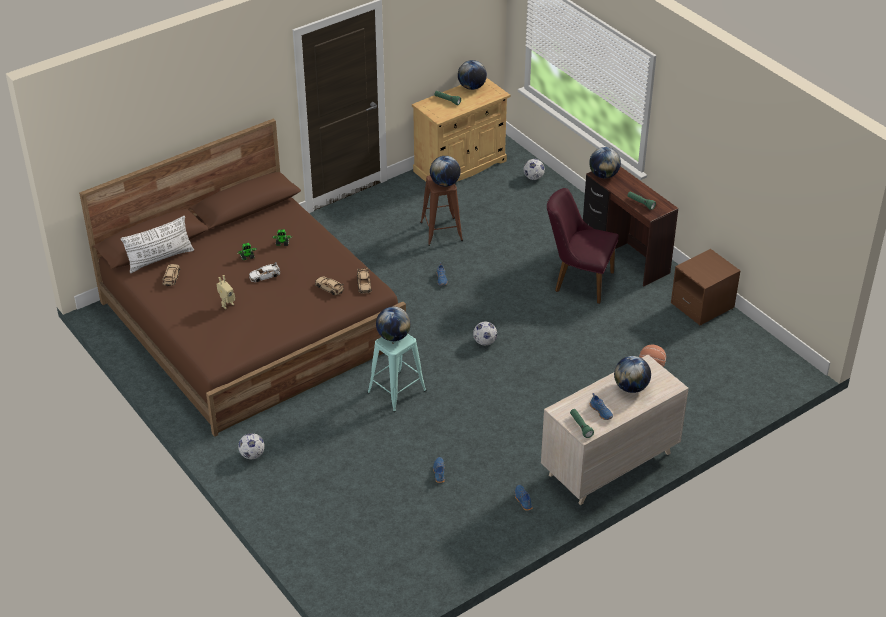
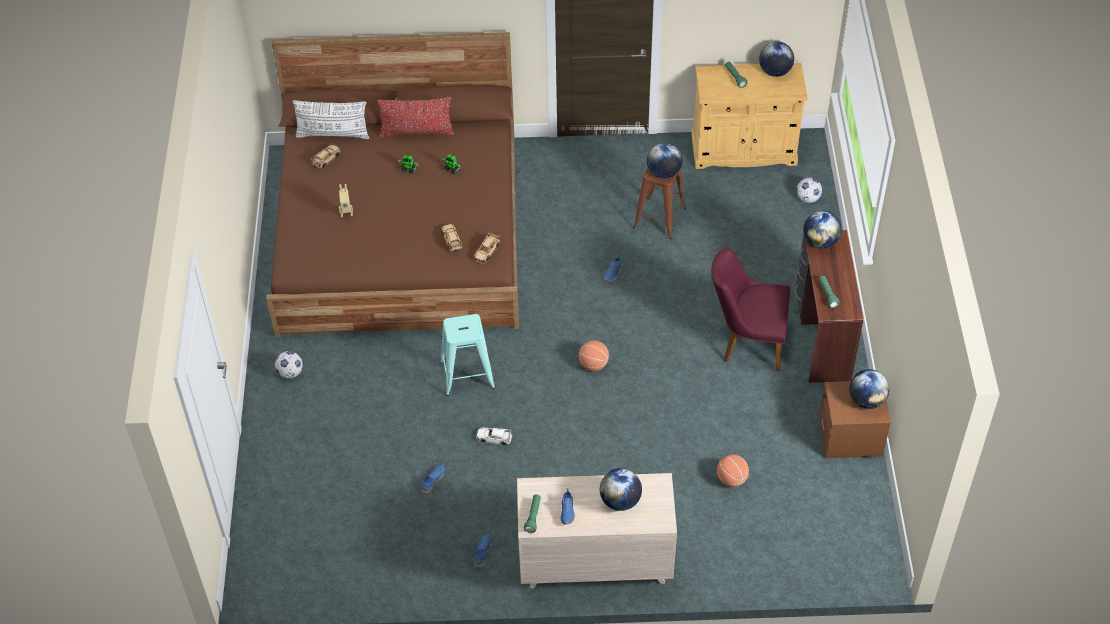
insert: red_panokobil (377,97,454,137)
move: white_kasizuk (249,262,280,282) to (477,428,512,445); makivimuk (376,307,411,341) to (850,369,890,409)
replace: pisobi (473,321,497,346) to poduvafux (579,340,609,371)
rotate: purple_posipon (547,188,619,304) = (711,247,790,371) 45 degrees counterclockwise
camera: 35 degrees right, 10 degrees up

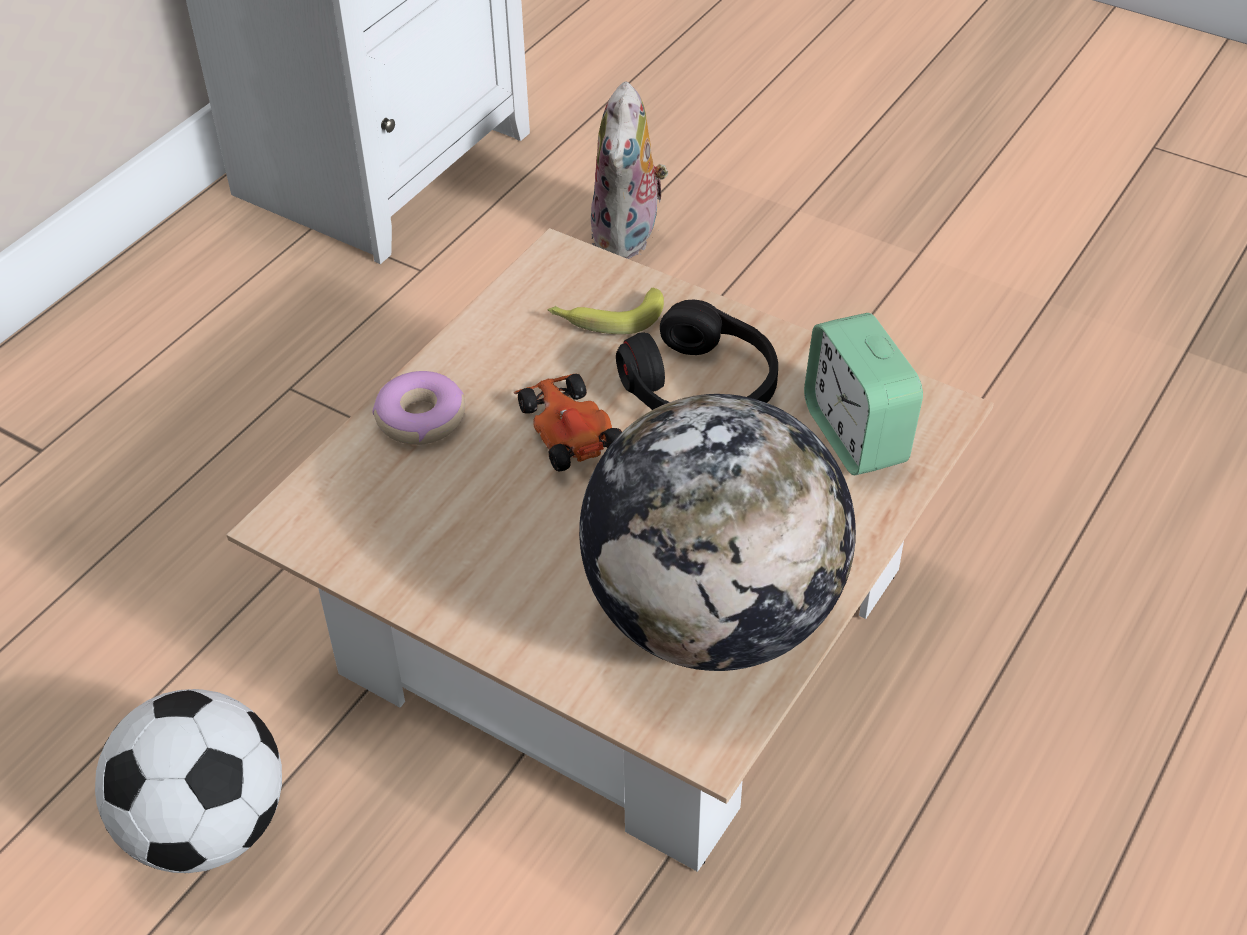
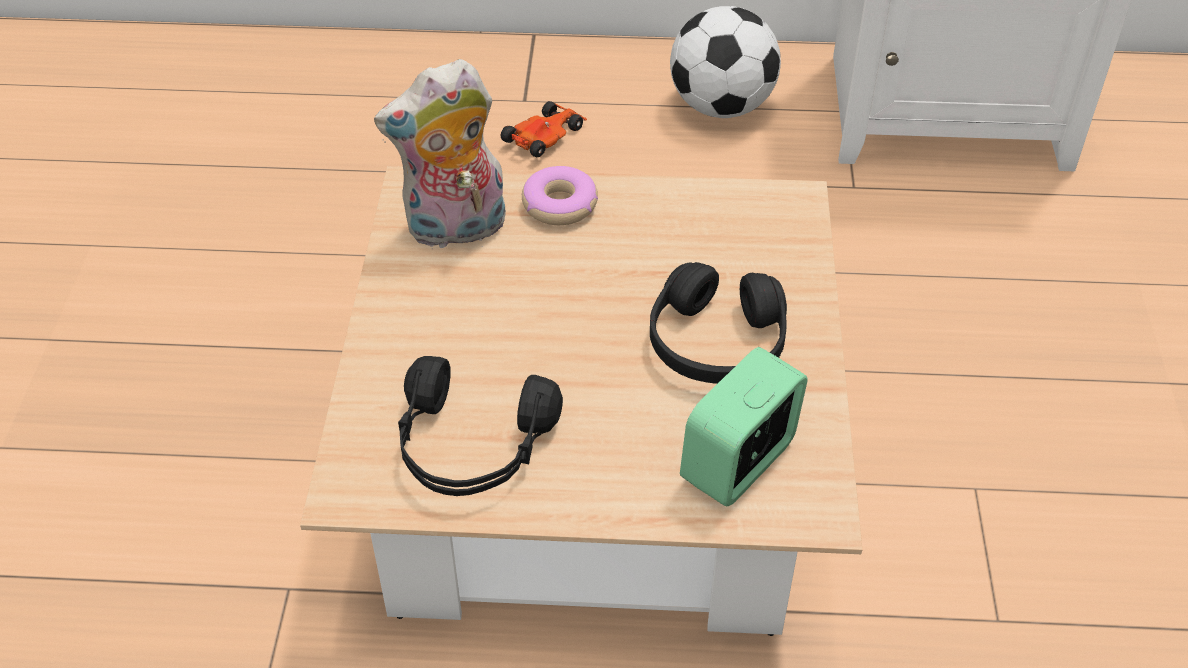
delete: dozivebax (548,288,664,334)
move: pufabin (591,81,668,259) to (374,59,506,249); kasizuk (514,373,622,472) to (501,101,587,157); pisobi (95,689,282,873) to (670,6,781,118)
replace: makivimuk (579,394,856,671) to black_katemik (398,356,563,496)
camera: 60 degrees right, 0 degrees up

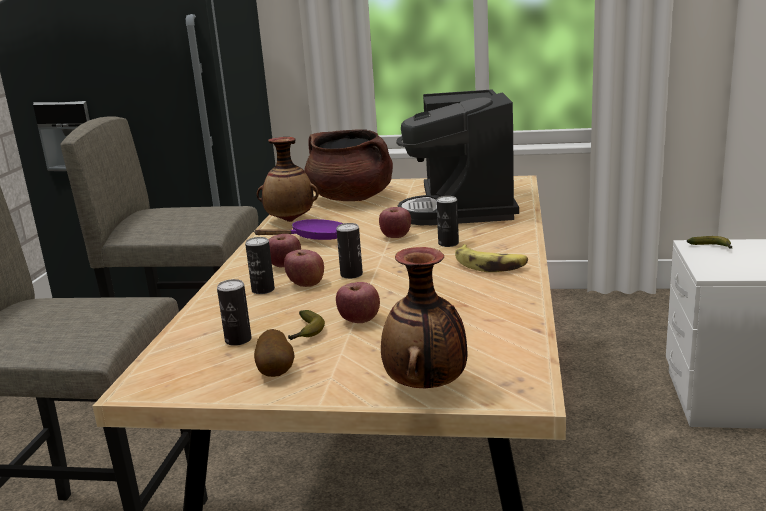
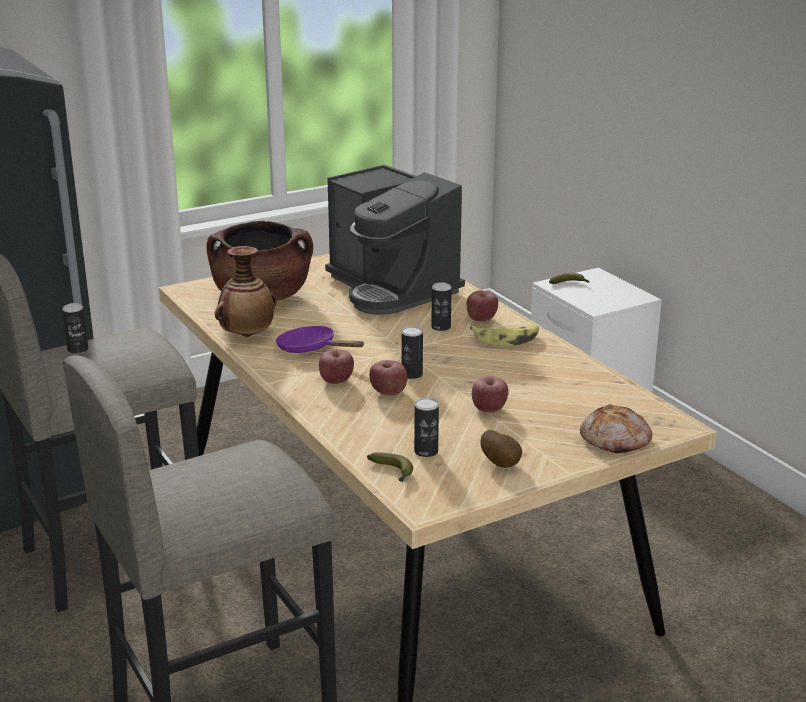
move: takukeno (379,207,411,238) to (467,291,498,322); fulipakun (245,237,275,294) to (62,303,88,354); dozivebax (288,310,325,340) to (367,452,413,482)
replace: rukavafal (381,247,467,388) to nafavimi (580,404,653,454)
rotate: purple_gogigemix (254,219,344,240) = (276,326,365,353) 75 degrees counterclockwise
camera: 40 degrees left, 5 degrees up

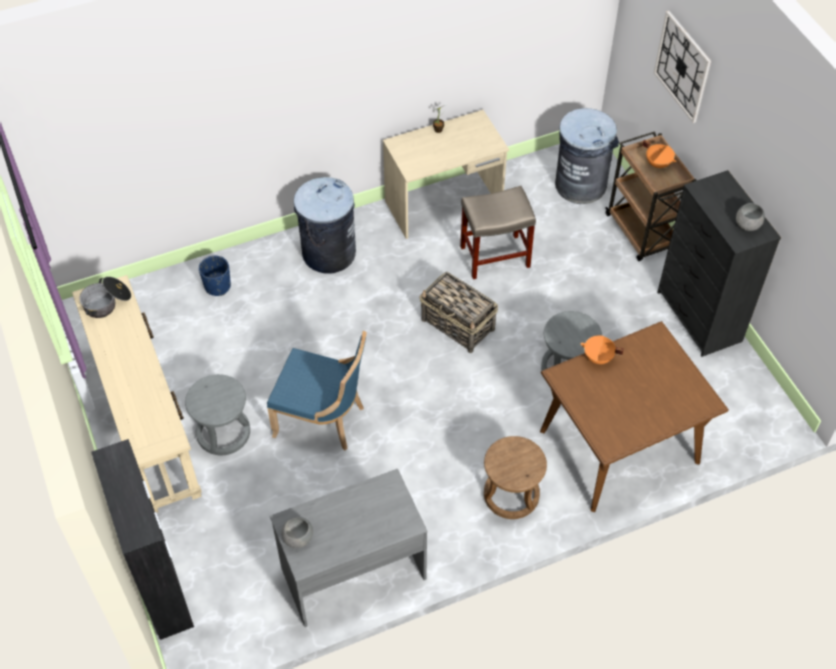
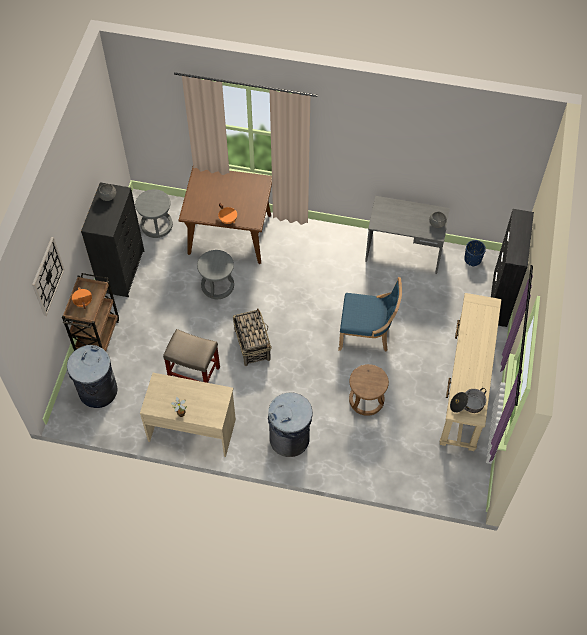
move: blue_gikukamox (199,256,231,296) to (464,240,486,267); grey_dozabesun (185,374,250,455) to (135,189,173,238); brown_dozabesun (484,436,547,519) to (349,364,389,416)
rotate: blue_posipon (267,331,367,451) = (338,277,402,351) 135 degrees clockwise
camera: 145 degrees left, 5 degrees up

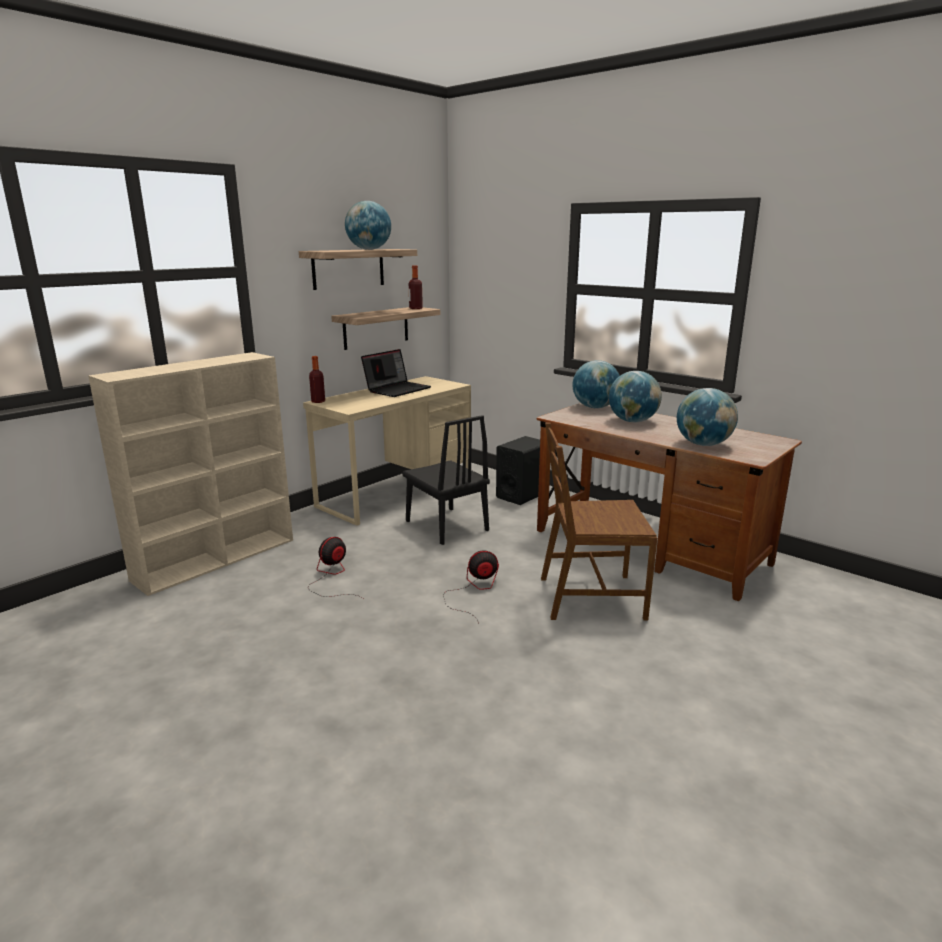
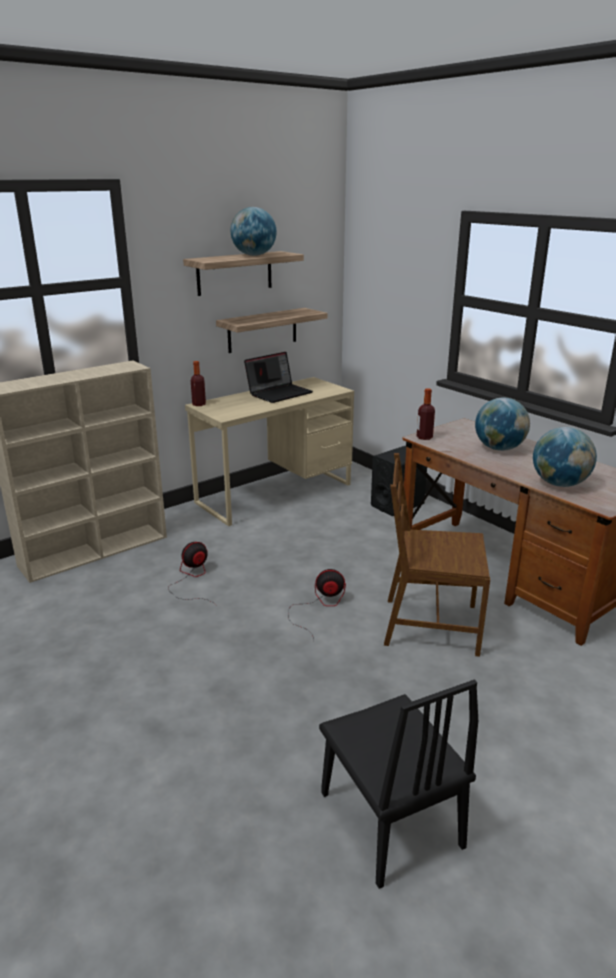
delete: makivimuk (573,360,620,408)
move: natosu (409,265,423,309) to (417,388,435,440); black_posipon (402,415,490,545) to (319,680,478,889)
camera: 10 degrees right, 5 degrees up

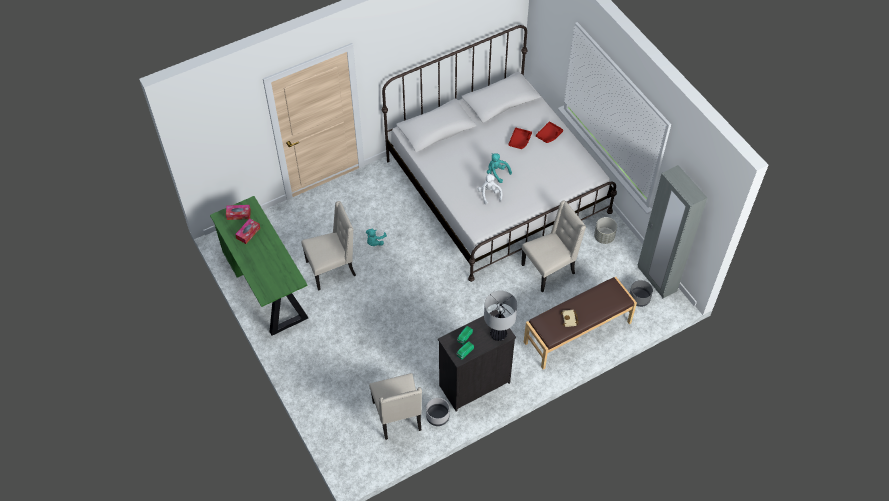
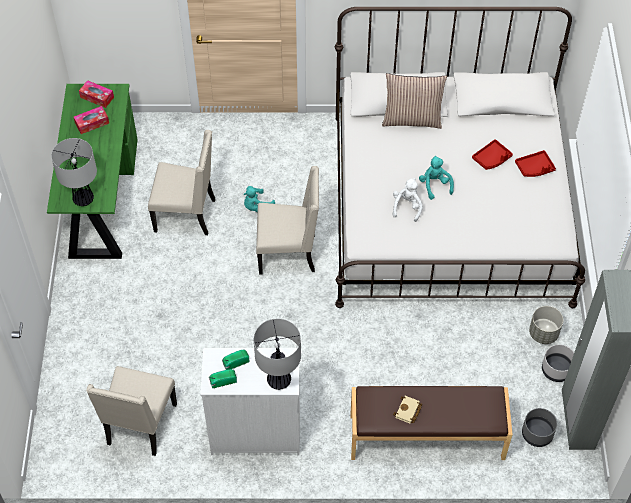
insert: panokobil (382,73,447,129); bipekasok (51,138,97,206)
move: beige_posipon (521,201,586,292) to (256,166,319,275); grey_gikukamox (426,398,450,426) to (542,344,574,382)
recolor: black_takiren (438,309,516,411) to white_takiren (200,348,300,455)
camera: 30 degrees right, 0 degrees up

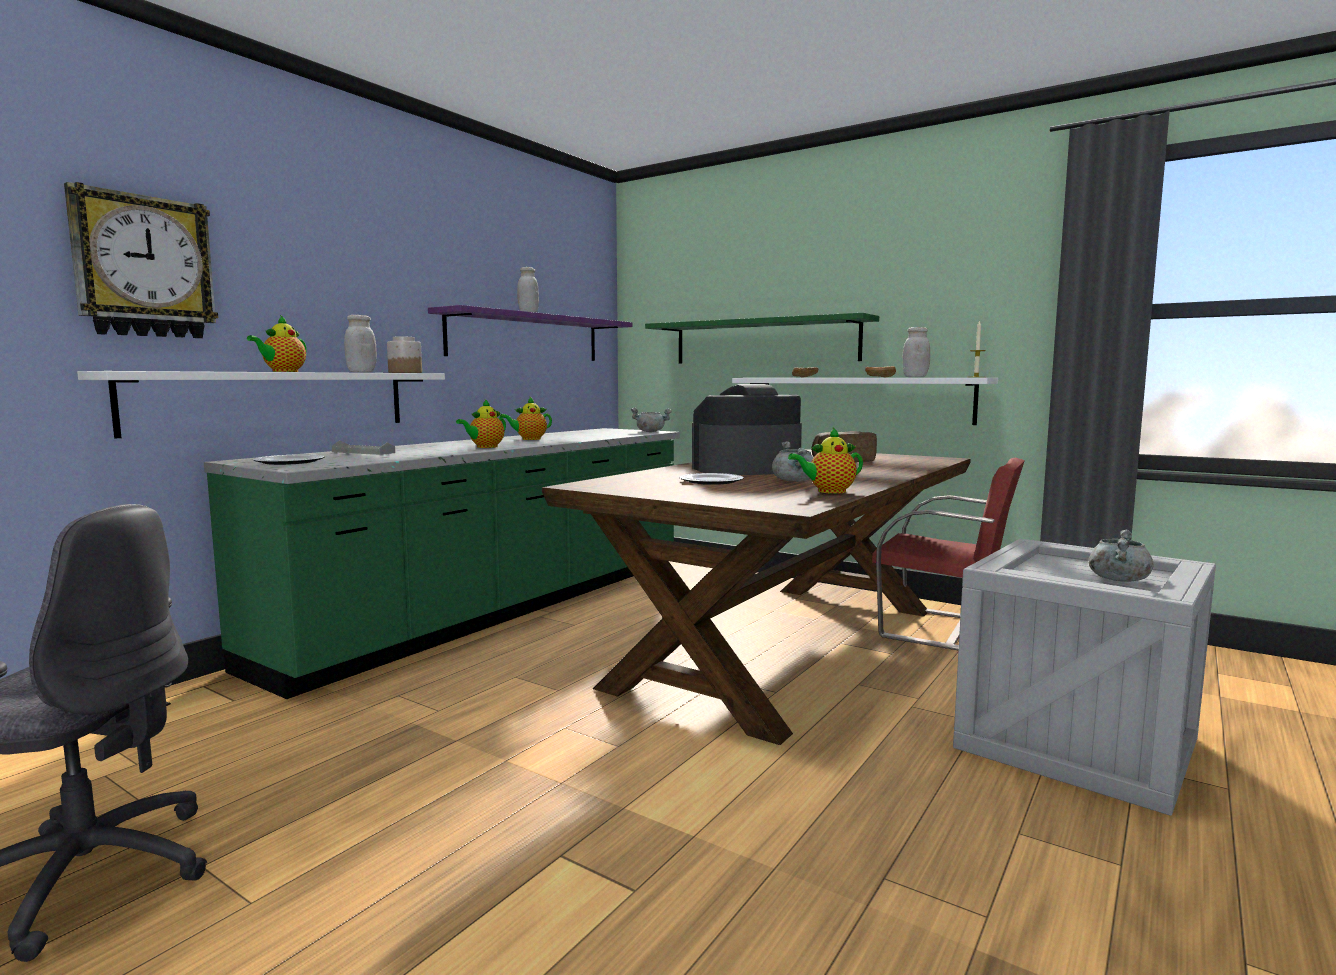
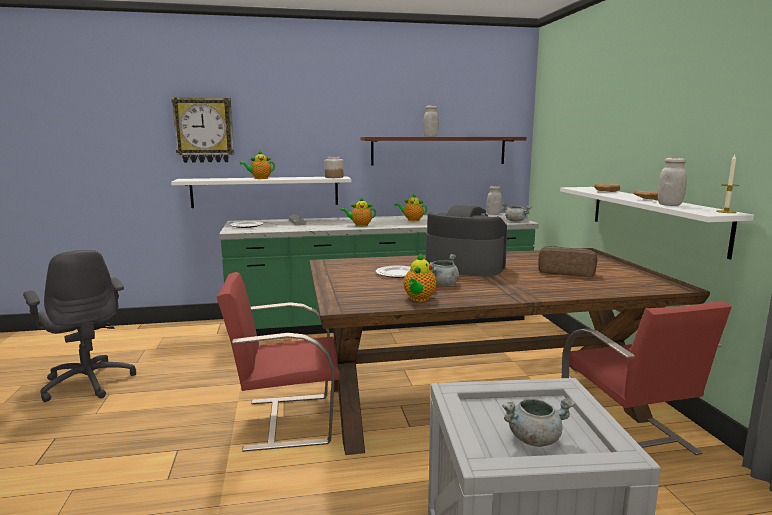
delete: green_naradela (645,313,879,364)
insert: red_posipon (217,272,340,452)
move: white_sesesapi (344,315,377,372) to (487,186,502,215)
recolor: purple_naradela (428,305,633,361) to brown_naradela (361,137,526,166)
rotate: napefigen (788,428,863,494) = (404,253,437,301) 105 degrees counterclockwise
camera: 45 degrees right, 5 degrees up

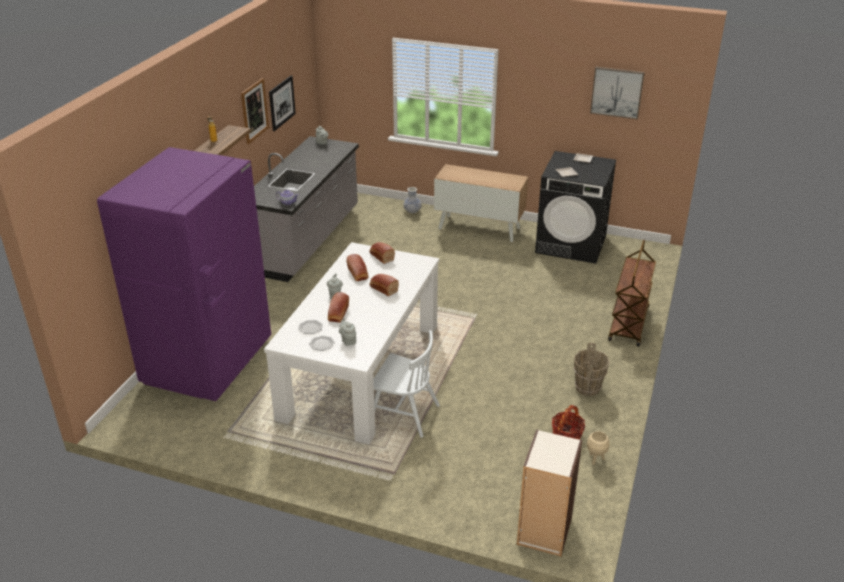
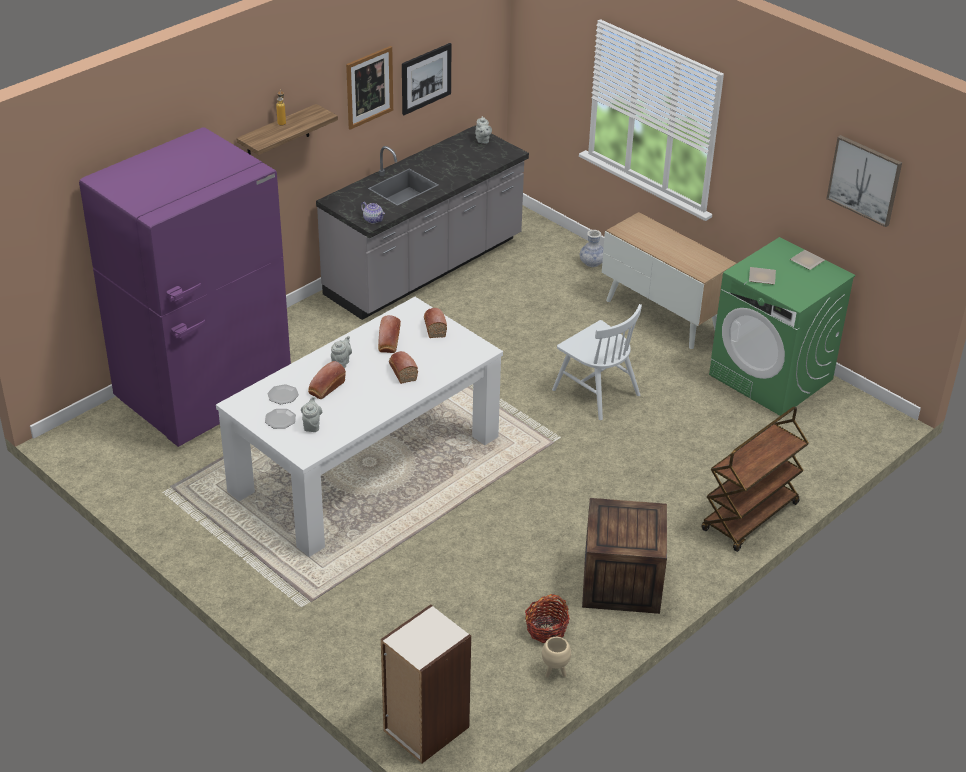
move: white_posipon (373,330,440,438) to (552,304,642,420)
replace: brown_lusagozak (574,343,610,396) to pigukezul (582,498,667,614)
recolor: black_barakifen (535,151,616,264) to green_barakifen (709,237,855,416)
camera: 25 degrees right, 5 degrees up

